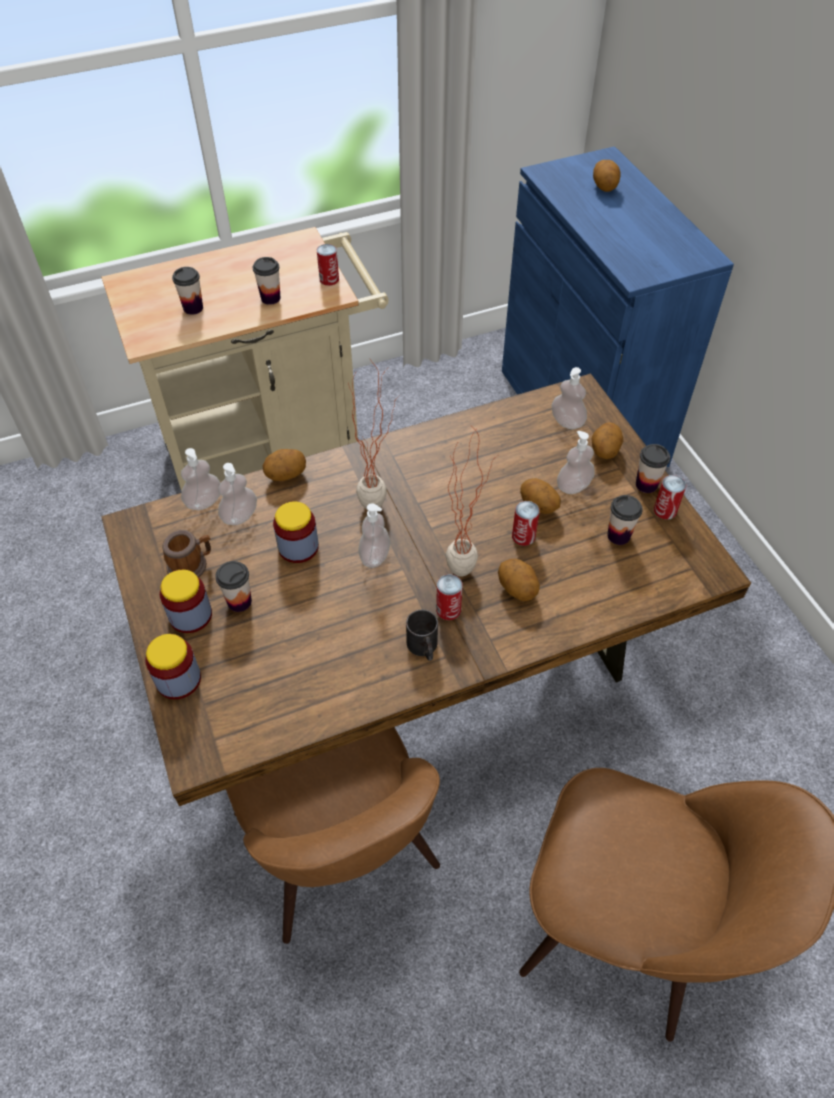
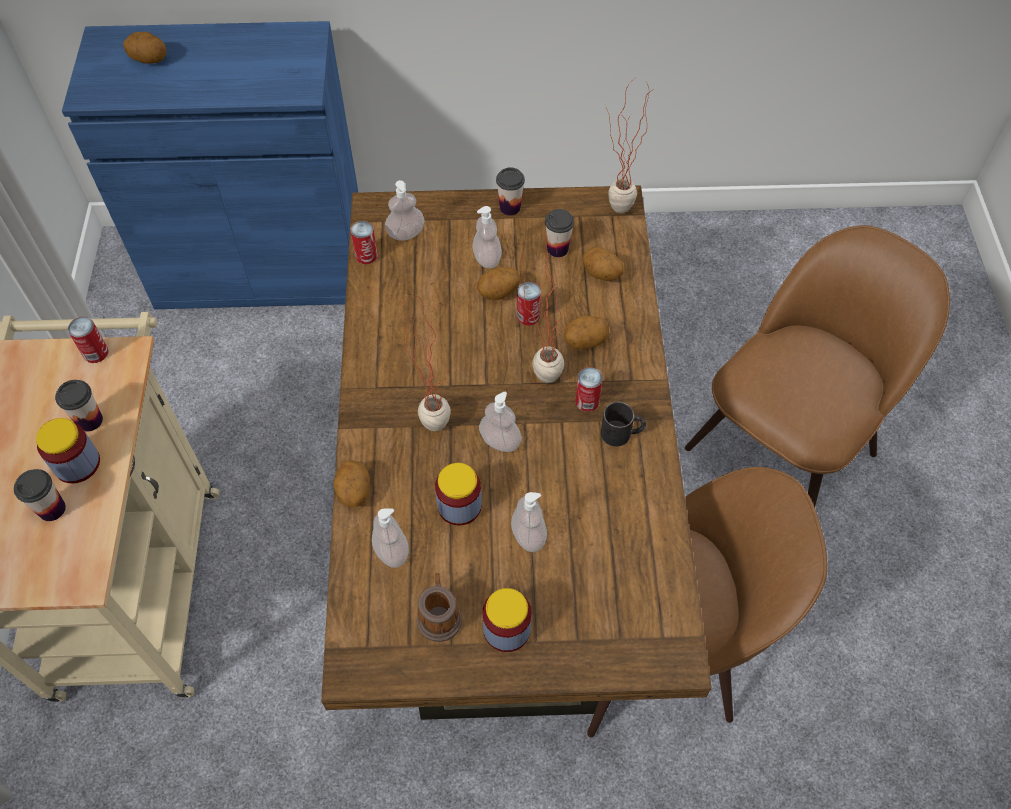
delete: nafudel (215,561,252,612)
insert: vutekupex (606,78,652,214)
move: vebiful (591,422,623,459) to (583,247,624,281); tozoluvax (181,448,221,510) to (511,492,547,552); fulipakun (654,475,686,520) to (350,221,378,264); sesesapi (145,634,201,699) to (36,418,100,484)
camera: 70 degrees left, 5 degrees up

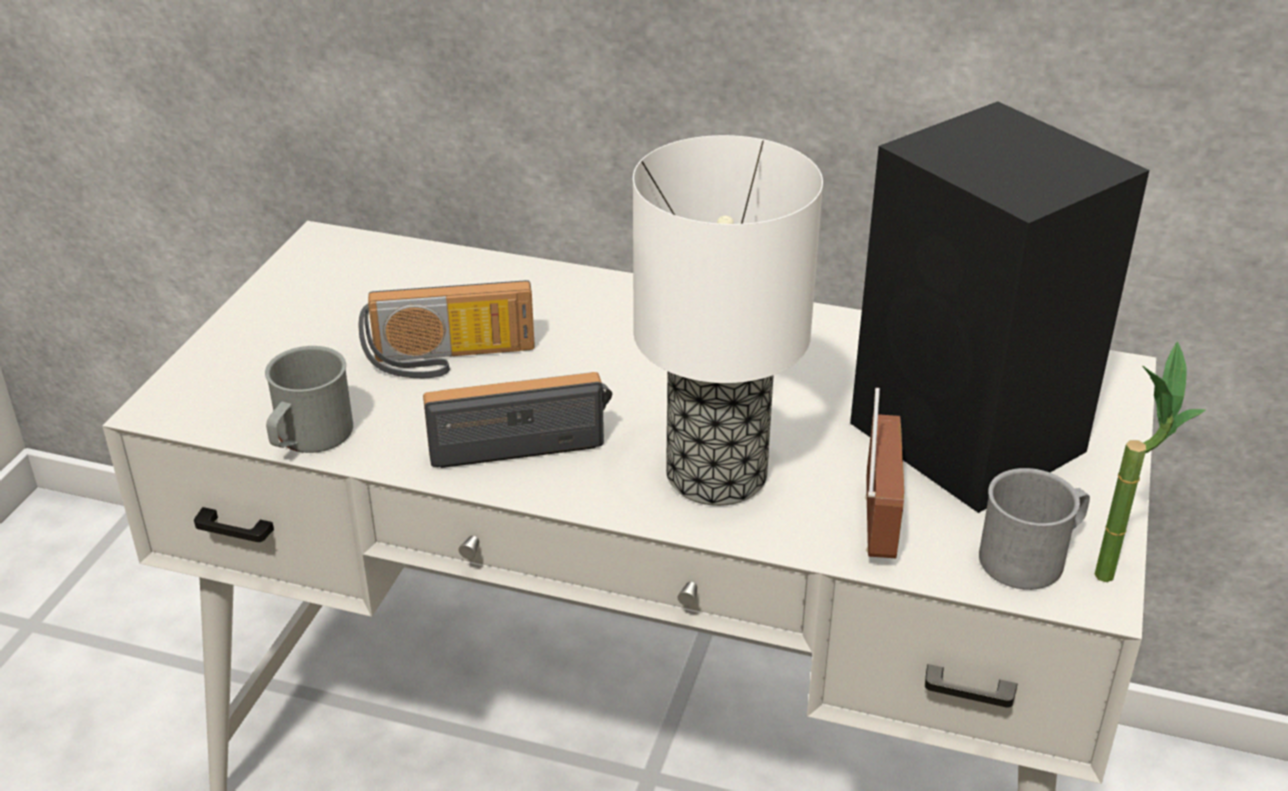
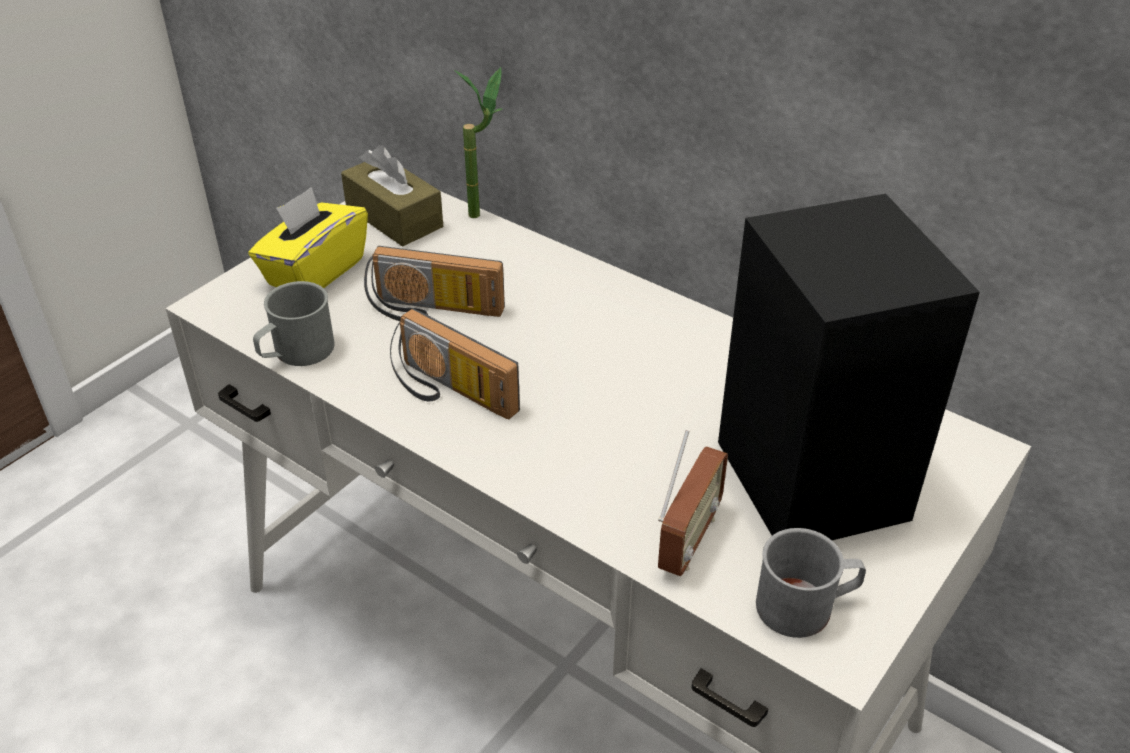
delete: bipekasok (633,135,823,506)
insert: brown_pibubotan (341,145,443,246); yellow_pibubotan (248,187,368,288)
move: vutekupex (1095,342,1206,582) to (454,67,502,218)
rotate: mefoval (423,372,612,468) = (390,308,520,419) 150 degrees counterclockwise
camera: 20 degrees right, 5 degrees up

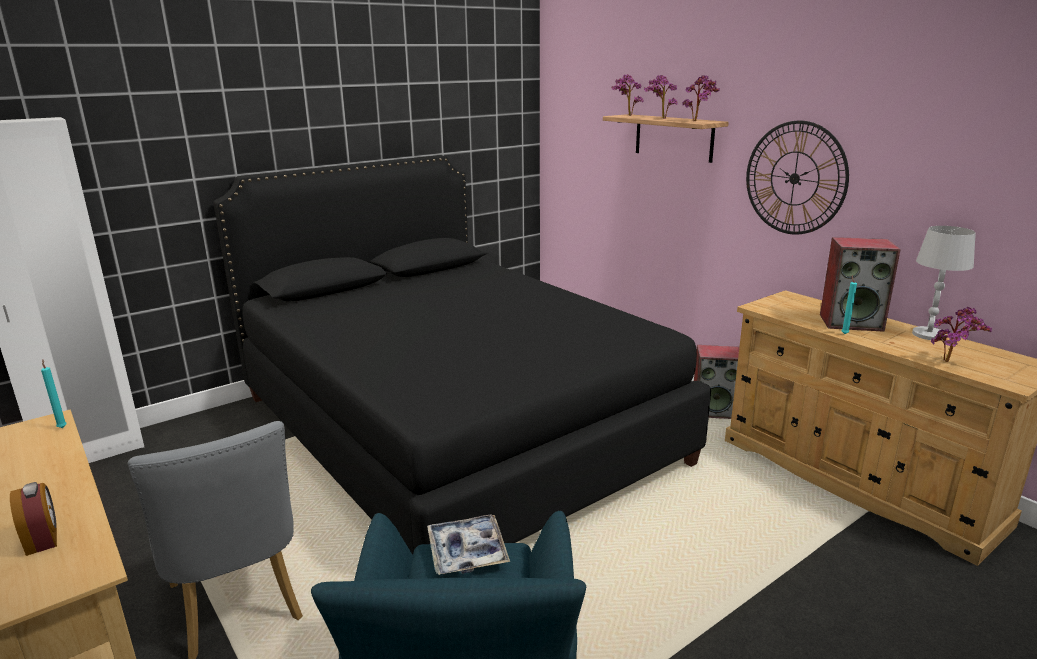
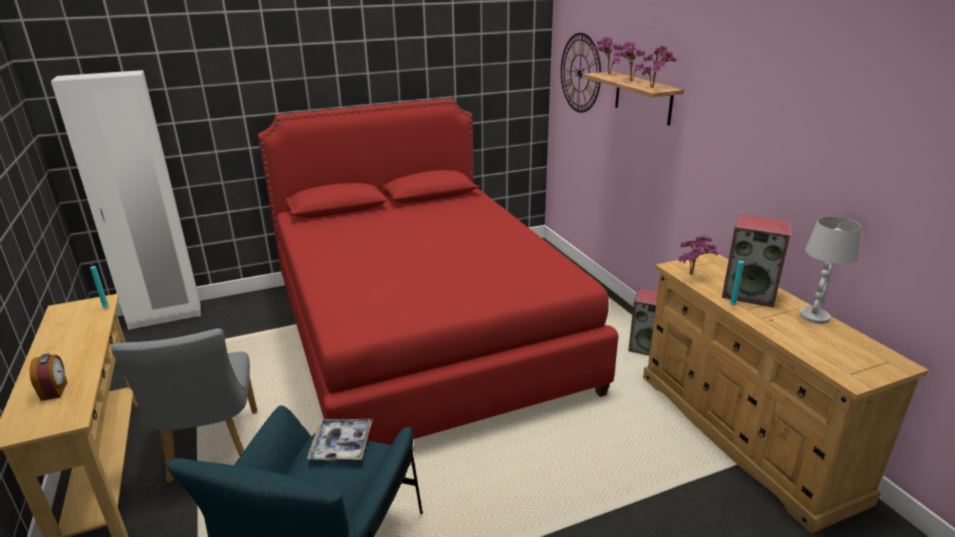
move: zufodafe (746,121,849,235) to (561,33,601,113); vutekupex (931,307,992,362) to (678,235,719,275)
recolor: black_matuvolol (213,155,711,555) to red_matuvolol (258,98,618,445)
camera: 15 degrees right, 5 degrees up

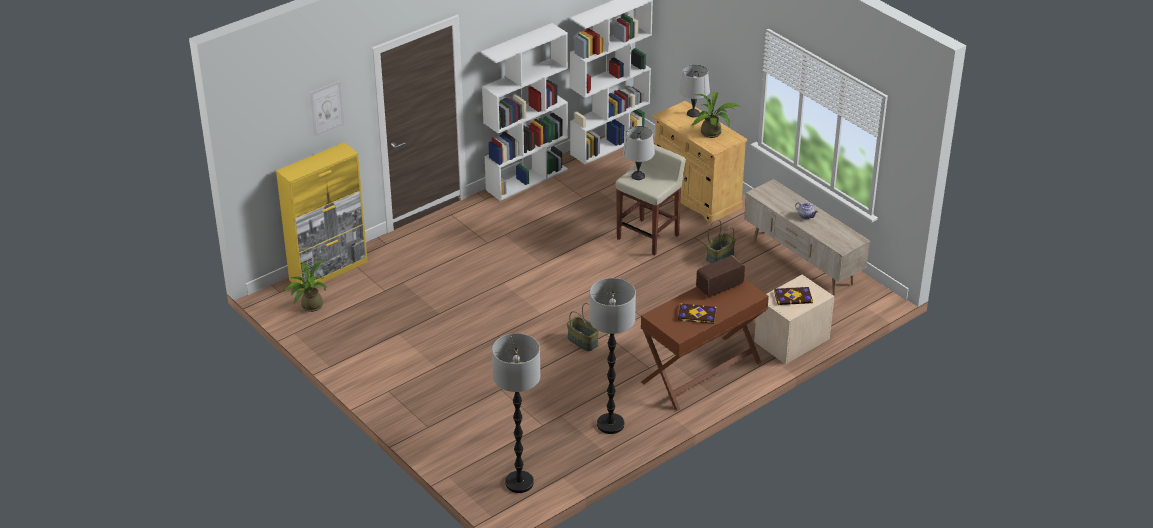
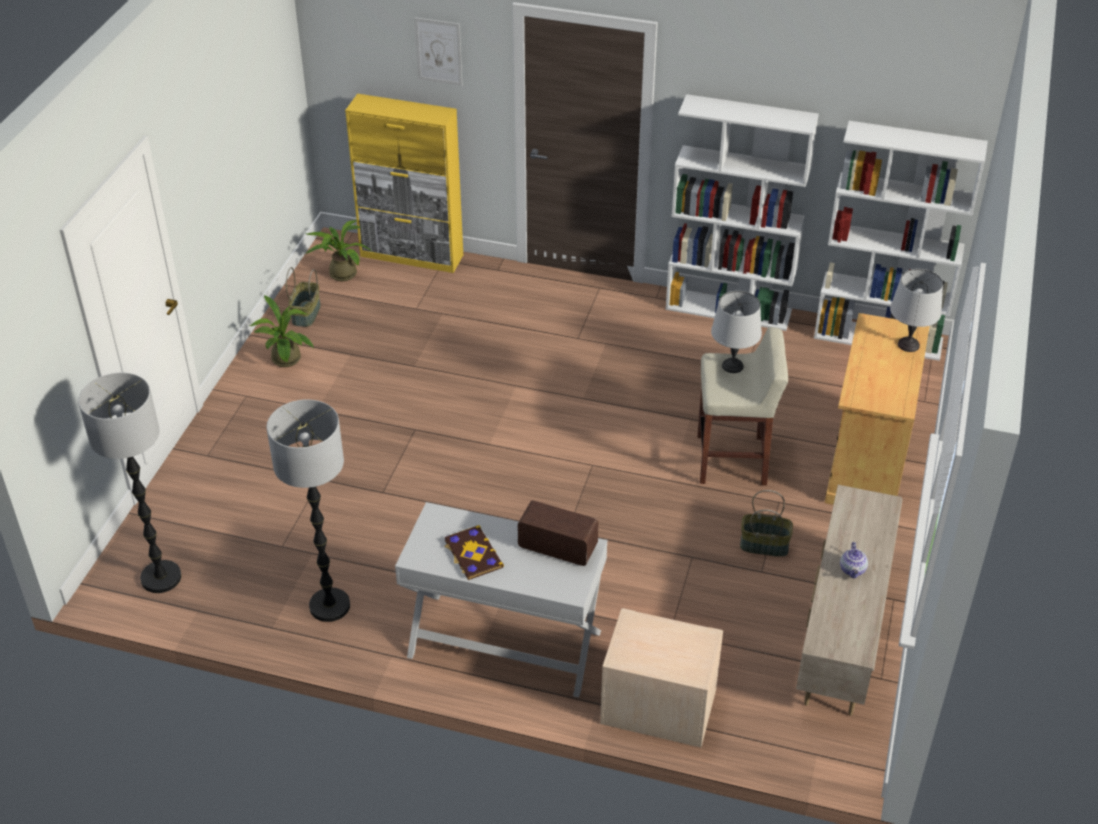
delete: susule (774,287,813,305)
move: vutekupex (692,92,740,138) to (249,295,314,367); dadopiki (567,303,599,351) to (286,267,321,327)
recolor: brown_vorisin (641,279,769,411) to white_vorisin (395,502,607,698)
camera: 55 degrees right, 5 degrees up

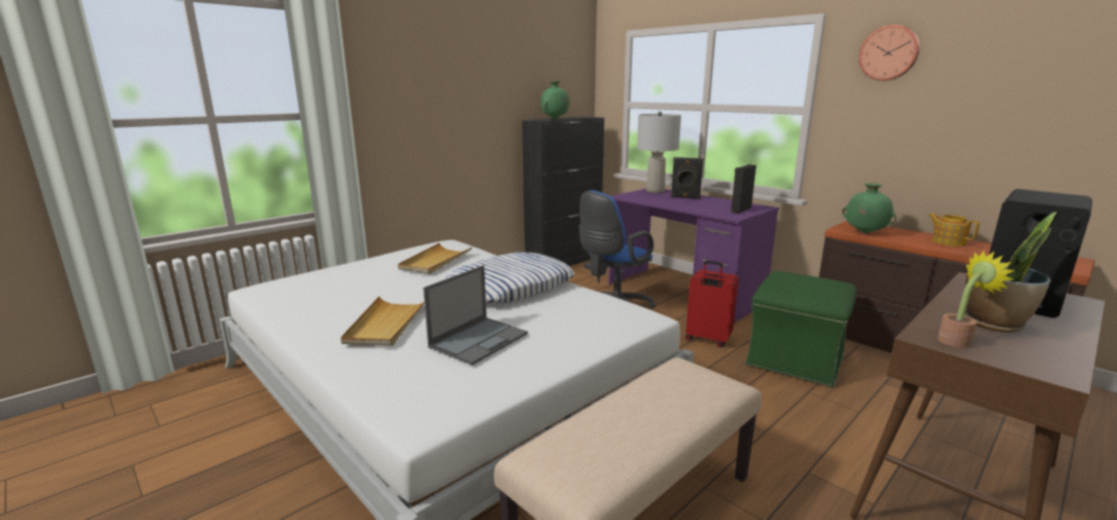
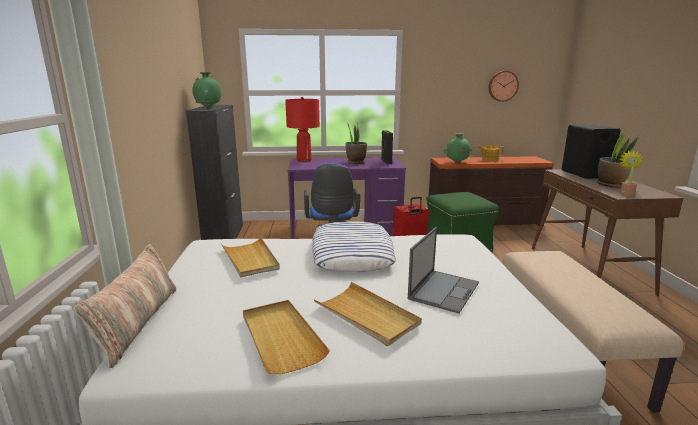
delete: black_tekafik (671,157,703,199)
insert: vutekupex (345,121,367,164); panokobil (75,244,176,368); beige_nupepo (243,300,330,374)
move: zufodafe (859,25,920,81) to (488,71,519,102)
recolor: grey_bipekasok (637,111,681,193) to red_bipekasok (285,97,320,162)
rotate: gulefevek (423,265,528,365) = (408,227,479,314) 45 degrees clockwise
camera: 50 degrees left, 0 degrees up

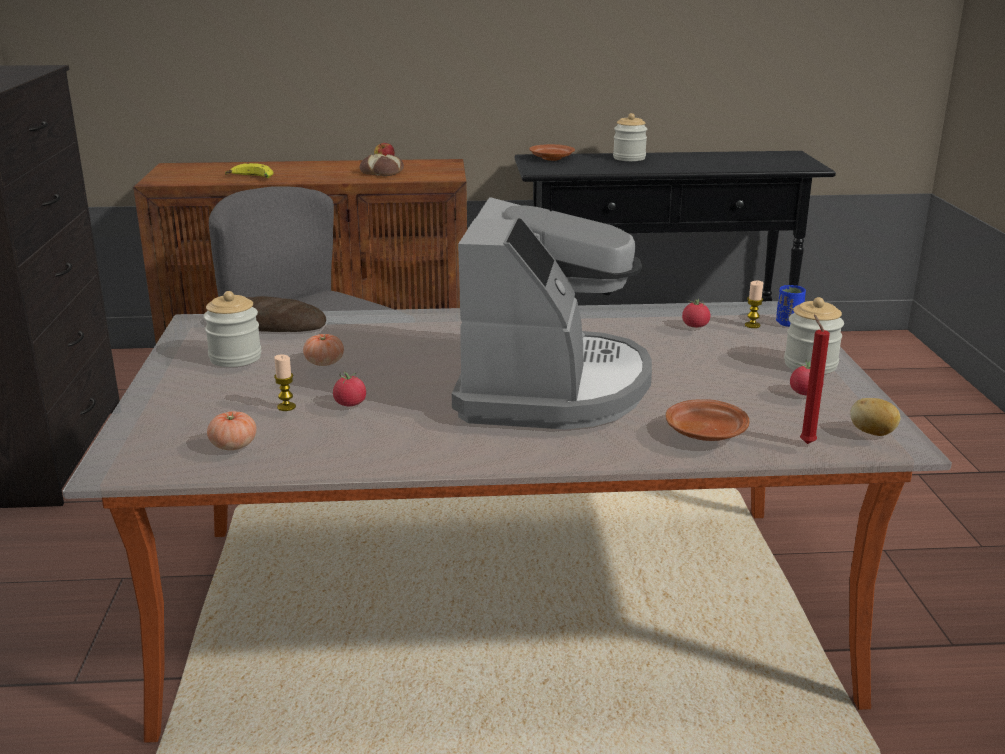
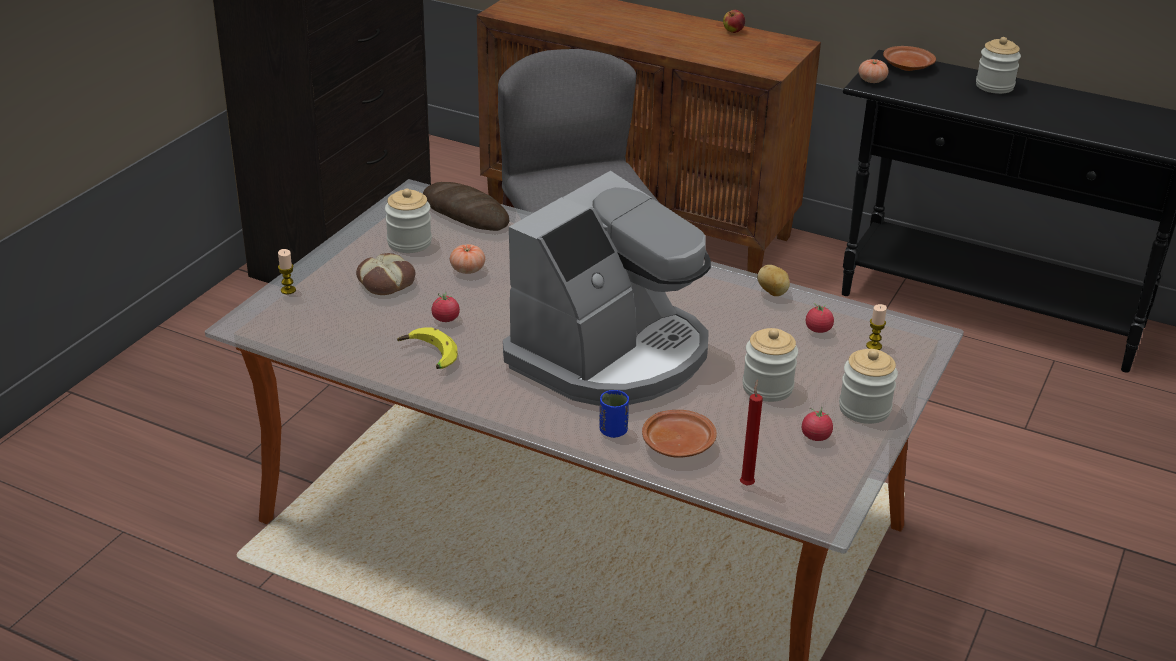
insert: sesesapi (743,328,798,402)
move: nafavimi (359,153,404,176) to (356,253,415,295); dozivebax (225,163,274,178) to (397,327,458,369); blue_nafudel (776,285,806,327) to (600,390,629,438); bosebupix (274,354,296,411) to (278,249,296,295); vebiful (850,398,900,436) to (757,265,790,296); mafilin (207,411,257,450) to (858,59,889,83)
camera: 30 degrees right, 10 degrees up

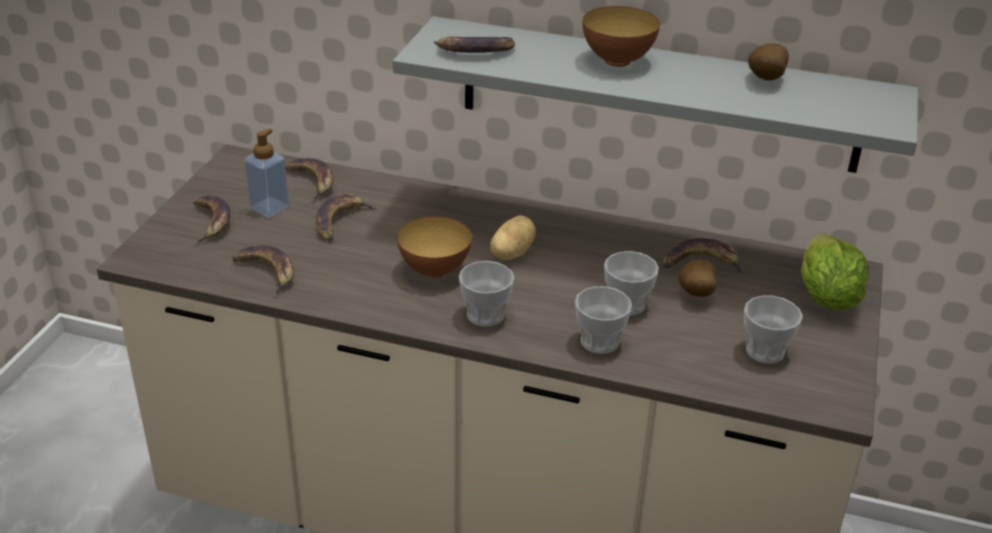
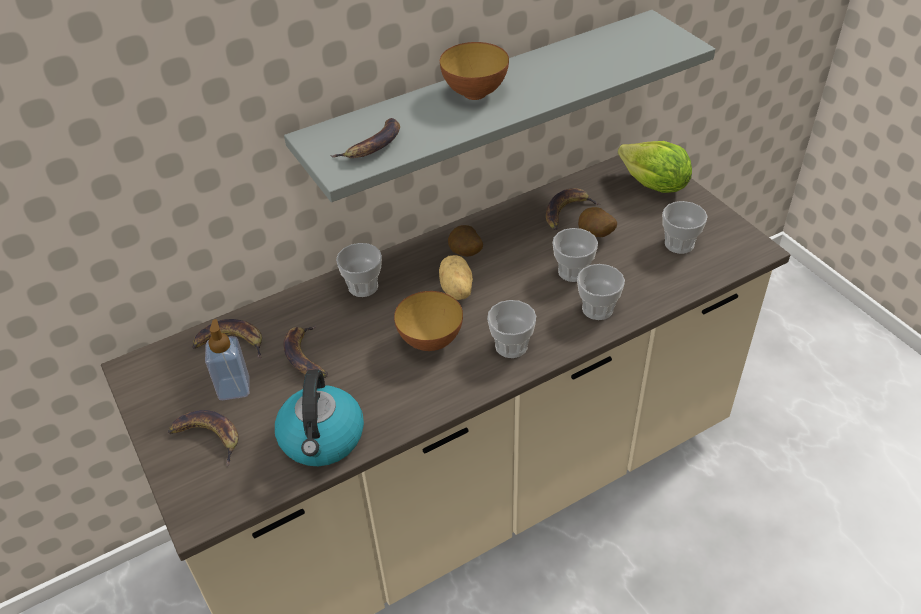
insert: nafudel (336,243,382,297)
move: vebiful (748,43,789,80) to (448,225,483,257)
replace: dozivebax (232,245,294,298) to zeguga (275,370,364,466)
camera: 45 degrees left, 10 degrees up

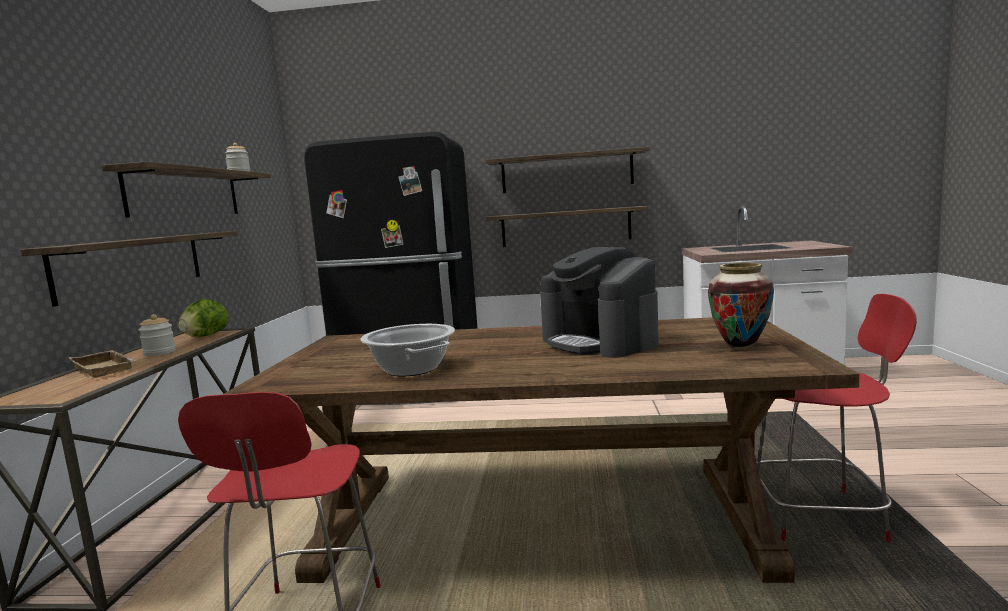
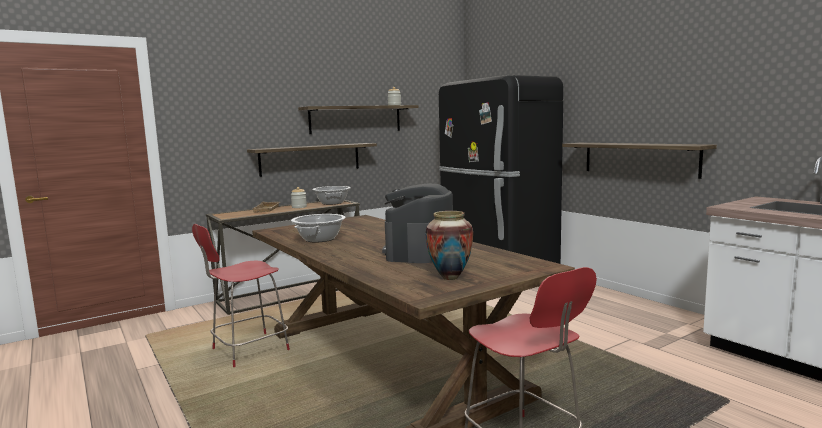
delete: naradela (486,147,650,193)
replace: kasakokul (178,299,228,337) to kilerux (312,186,351,205)
camera: 50 degrees right, 0 degrees up

